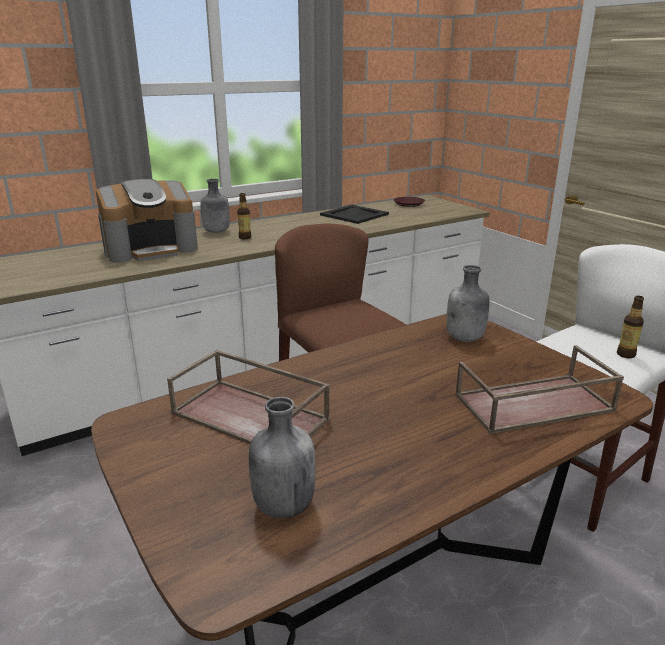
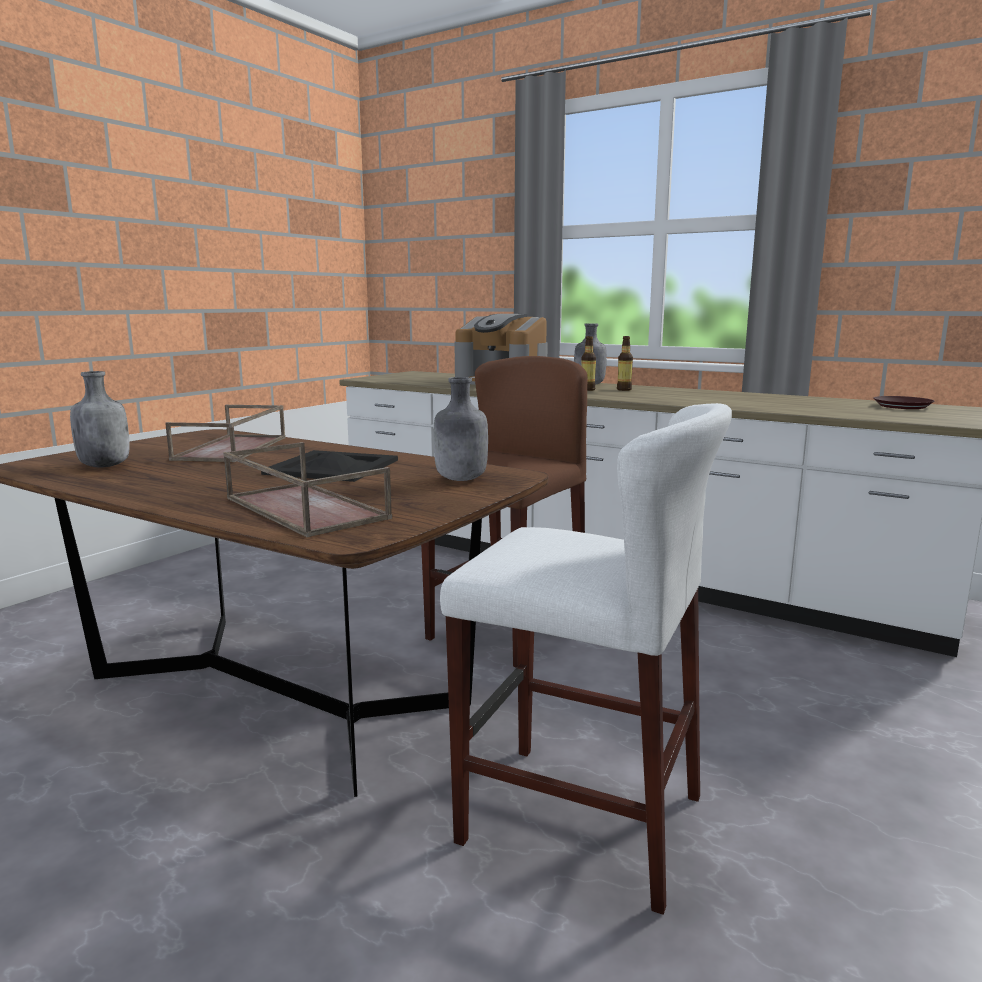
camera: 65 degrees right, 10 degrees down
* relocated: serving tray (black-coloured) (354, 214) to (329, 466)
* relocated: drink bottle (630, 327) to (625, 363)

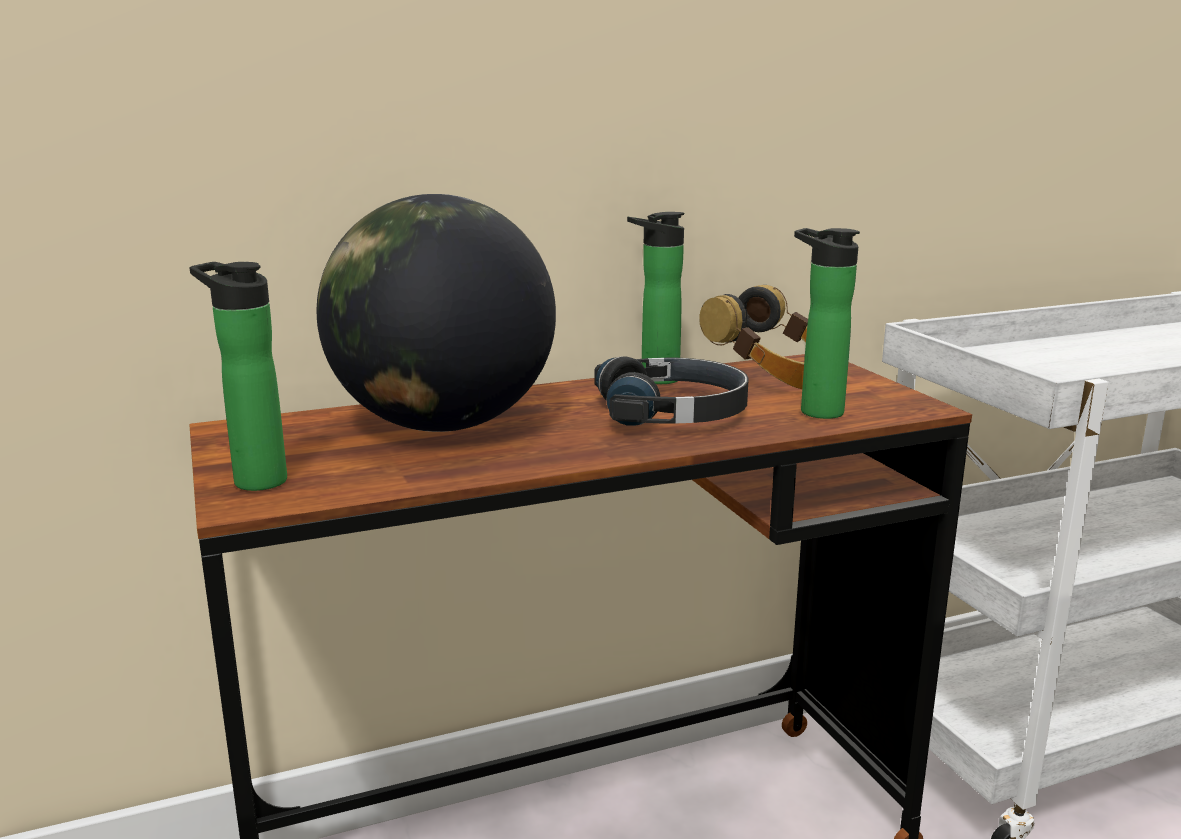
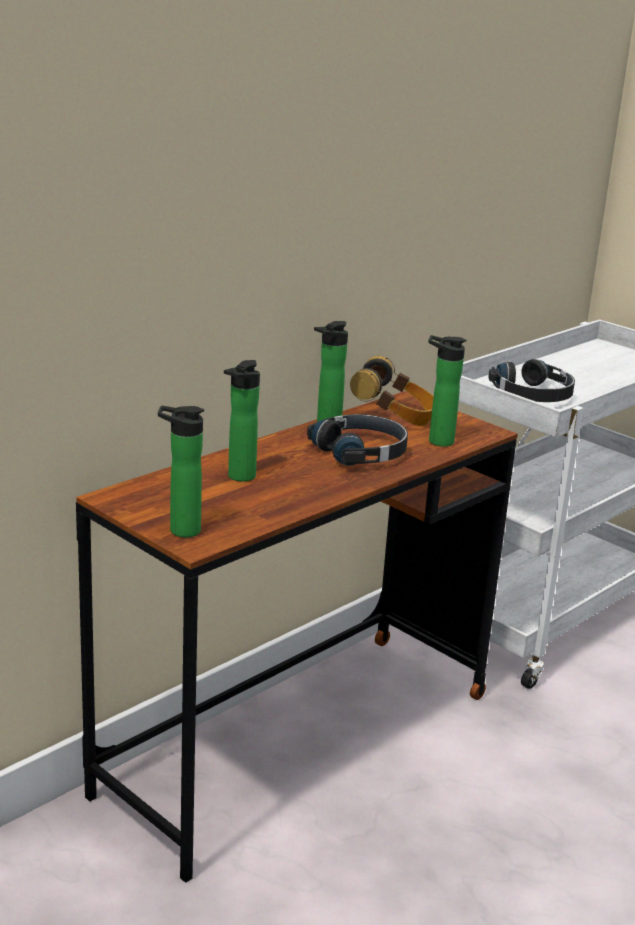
camera: 25 degrees left, 5 degrees up
* exchanged: globe (436, 313) to drink bottle (242, 421)
* appeared: pair of headphones (black-coloured) (531, 380)

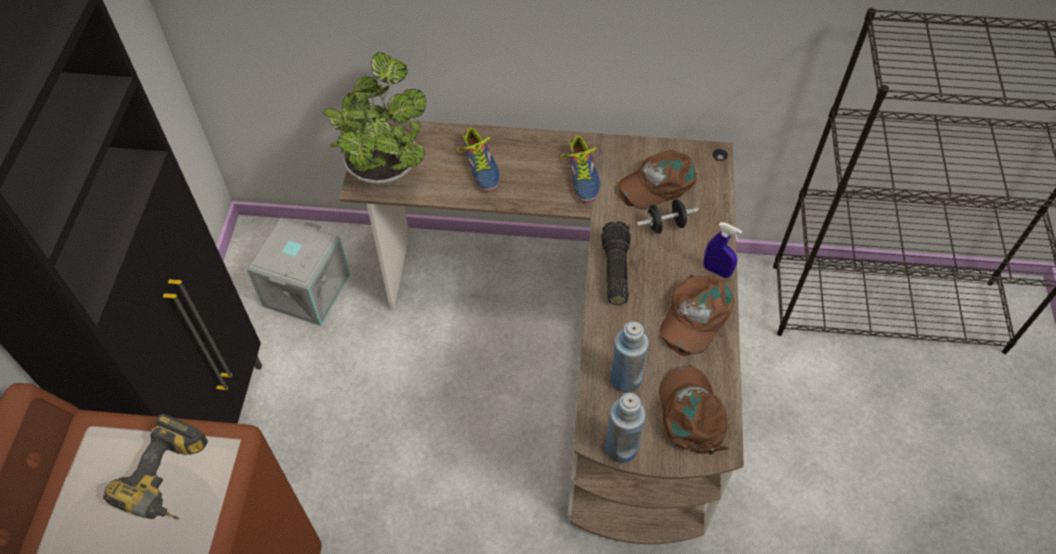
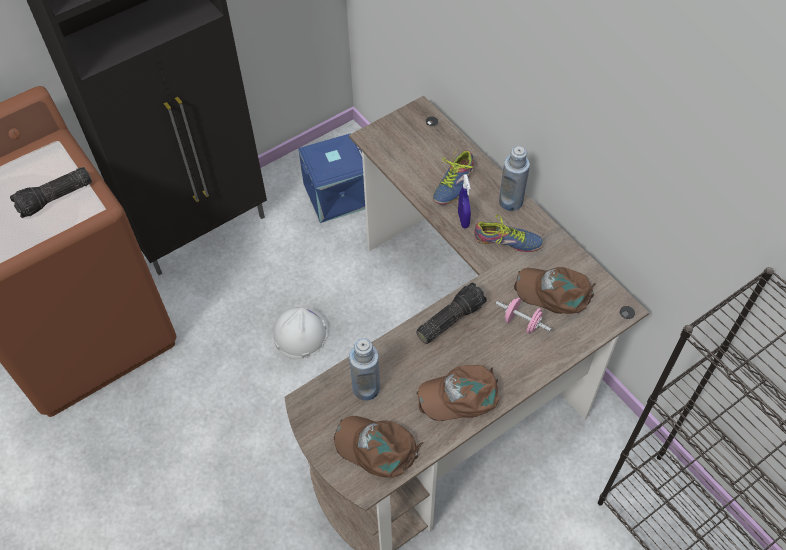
camera: 50 degrees right, 0 degrees up
* missing: potted plant (374, 119)
* spun: item of footwear (580, 168) = (508, 233) 120 degrees counterclockwise
* colour: free weight (black-coloured) (668, 216) to free weight (pink) (524, 316)
* colour: storage container (greyish) (298, 272) to storage container (blue) (331, 178)
* relocated: spray bottle (blue) (722, 250) to (464, 201)
* spun: peaked cap (brown) (694, 410) = (378, 447) 105 degrees counterclockwise
* relocated: drink bottle (blue) (625, 428) to (514, 178)
* exchanged: electric drill (155, 467) to torch (51, 192)
* appeared: safety helmet (white-coloured) (301, 333)

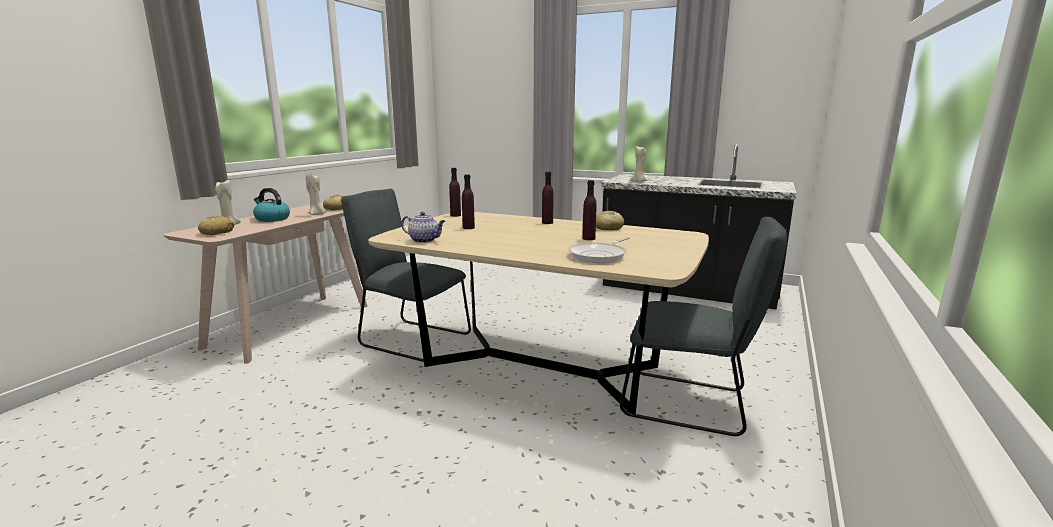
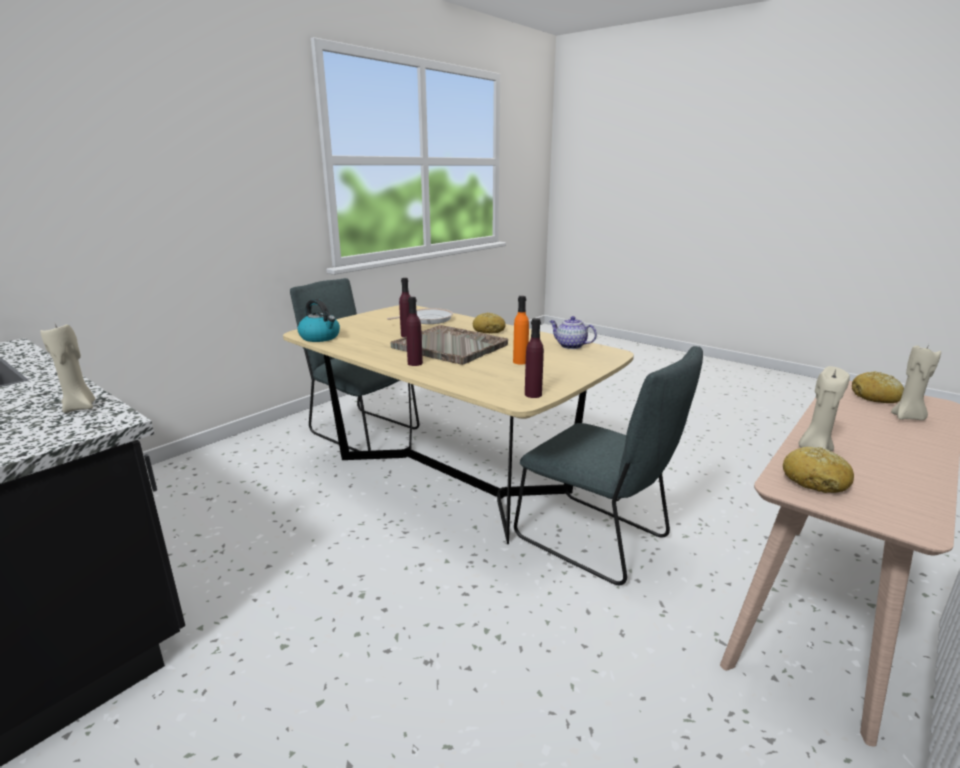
camera: 165 degrees left, 5 degrees up
* colour: drink bottle (purple) (468, 201) to drink bottle (orange) (521, 330)
* relocated: kettle (271, 205) to (318, 320)
* relocated: bread (610, 220) to (489, 322)
* appeared: serving tray (greyish) (449, 345)

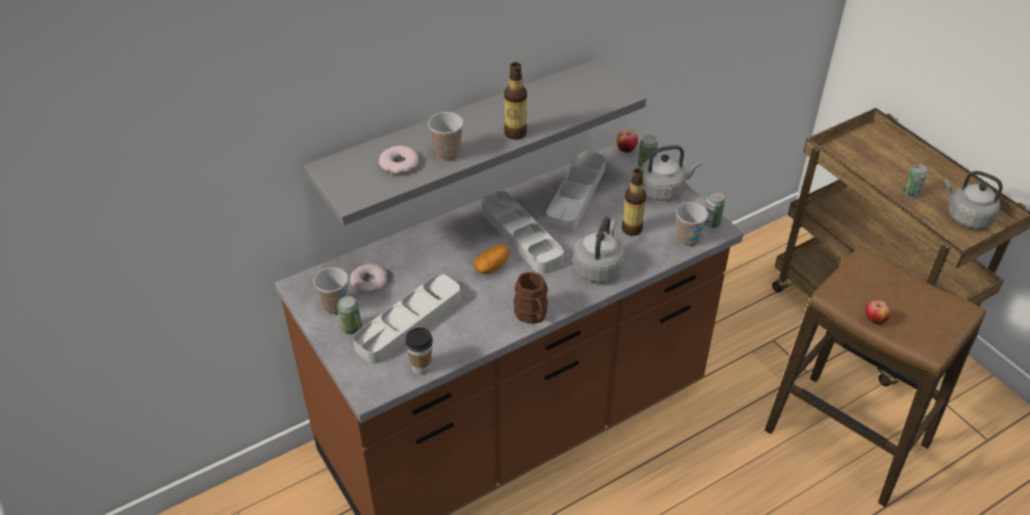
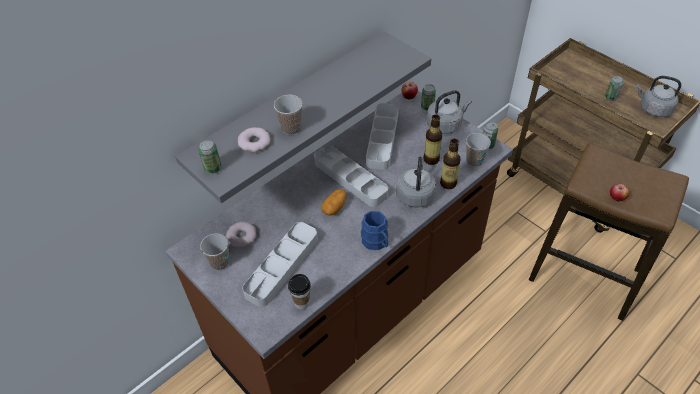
camera: 10 degrees left, 5 degrees up
* relocated: drink bottle (515, 101) to (450, 164)
* colour: coffee mug (brown) (530, 298) to coffee mug (blue) (374, 230)
* relocated: sealed can (349, 315) to (210, 156)

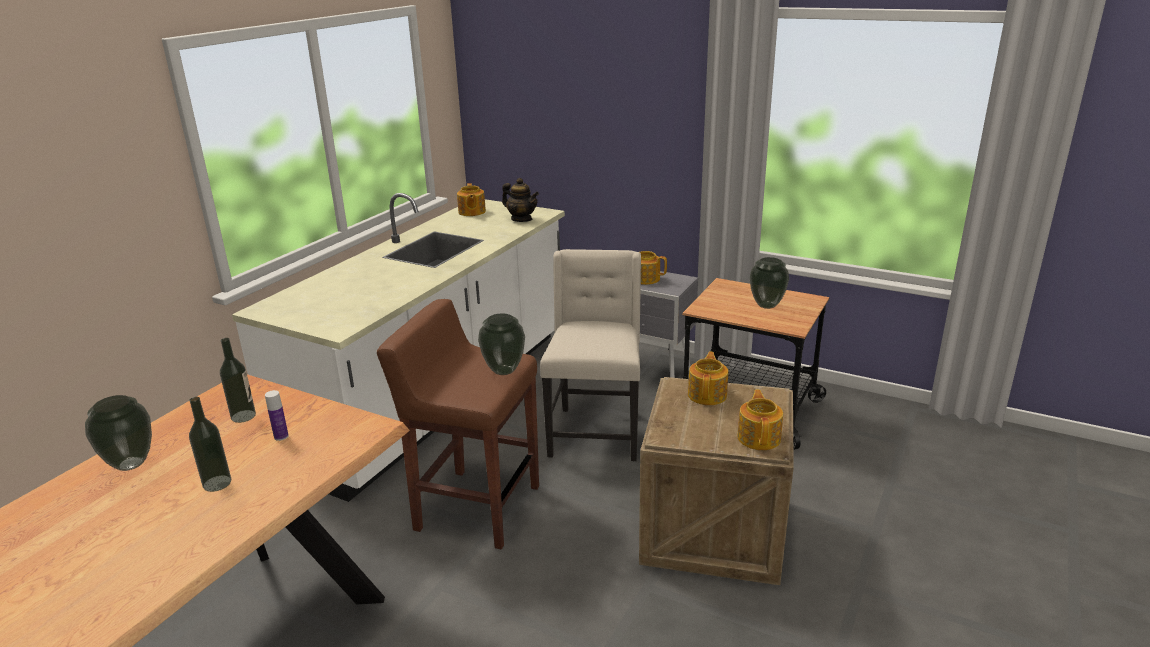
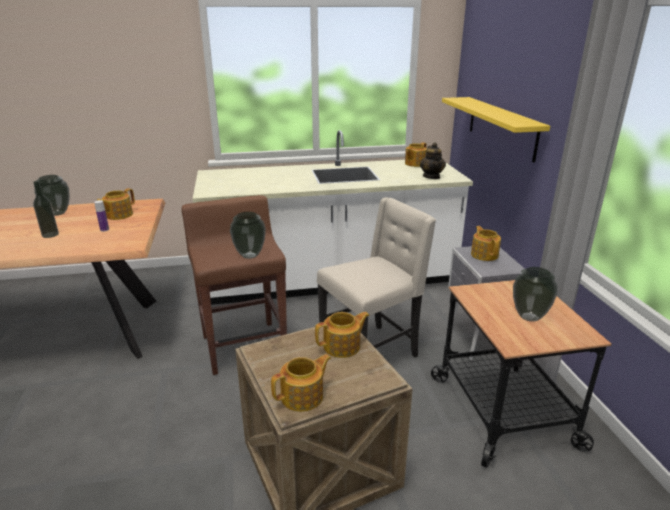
camera: 50 degrees right, 0 degrees up
* exchanged: drink bottle (238, 380) to pot for tea (115, 204)
* appeared: bracket shelf (yellow) (496, 130)

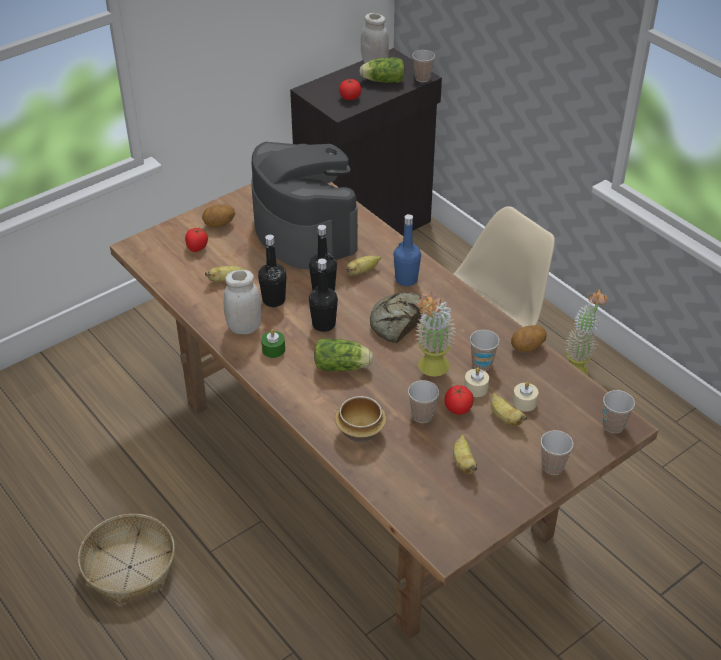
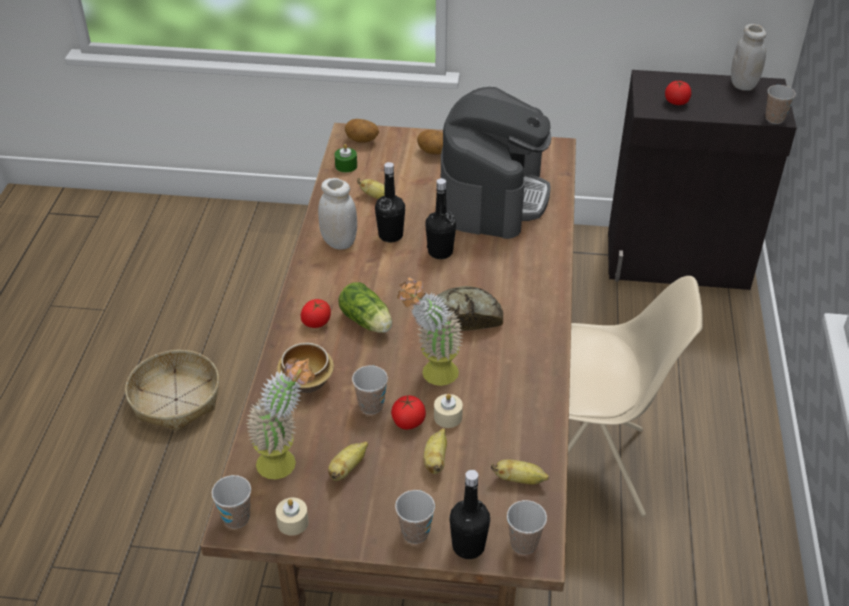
camera: 45 degrees right, 0 degrees up
* missing: head of lettuce (382, 70)
* missing: drink bottle (blue) (407, 250)
* relocated: whole tomato (196, 240) to (316, 313)
* relocated: banana fruit (363, 265) to (520, 472)
* relocated: drink bottle (black-coloured) (323, 295) to (469, 514)
* relocated: potted plant (586, 332) to (280, 418)
* relocated: potato (529, 338) to (362, 131)
* relocated: wax light (green) (273, 343) to (345, 158)
* relocated: cup (485, 350) to (231, 502)
* relocated: wax light (beige-coloured) (525, 397) to (292, 516)

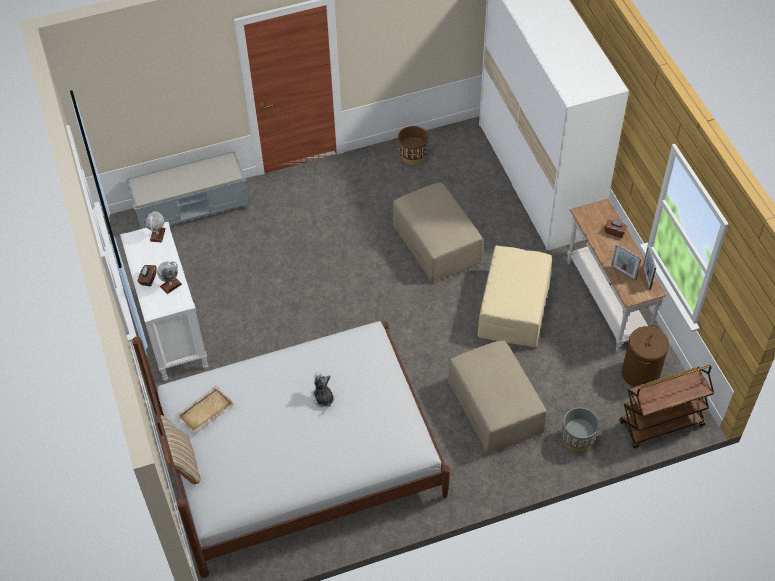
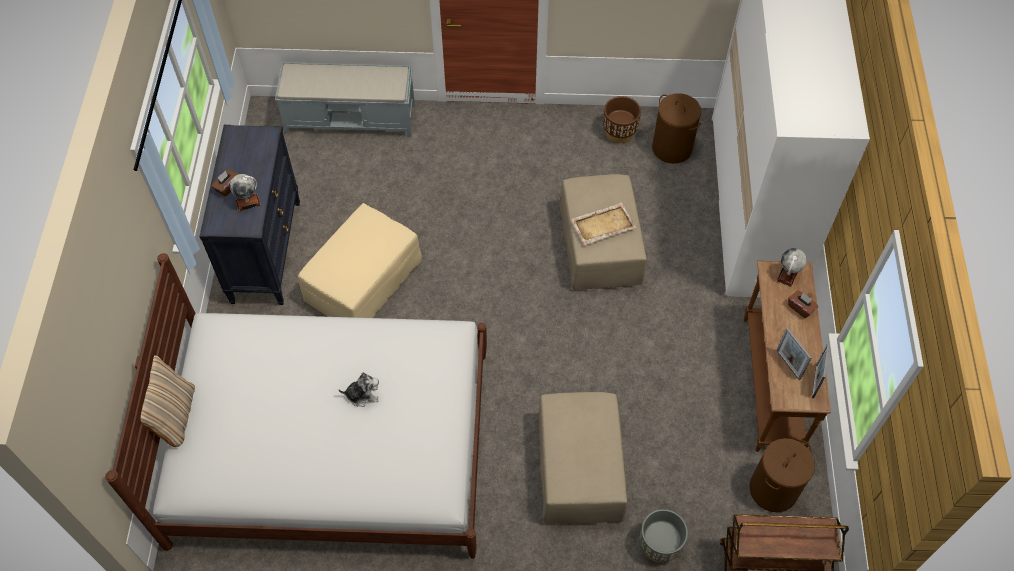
camera: 20 degrees right, 5 degrees up
* colour: narrow table (white-coloured) (616, 275) to narrow table (brown) (787, 356)
* relocated: globe (155, 226) to (792, 267)
* colour: dresser (white-coloured) (164, 301) to dresser (black-coloured) (249, 215)
* relocated: footrest (beige-coloured) (515, 296) to (360, 260)
* spun: cuddly toy (323, 390) = (359, 389) 90 degrees clockwise
* relocated: serving tray (beige-coloured) (205, 410) to (603, 223)
* appeared: laundry basket (brown) (676, 128)

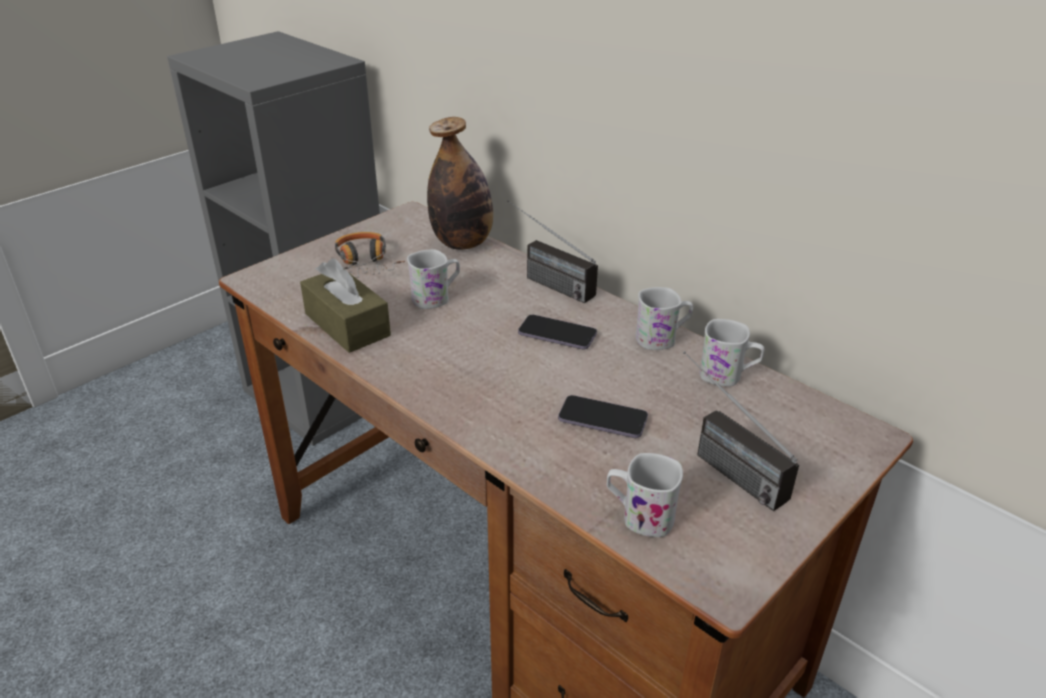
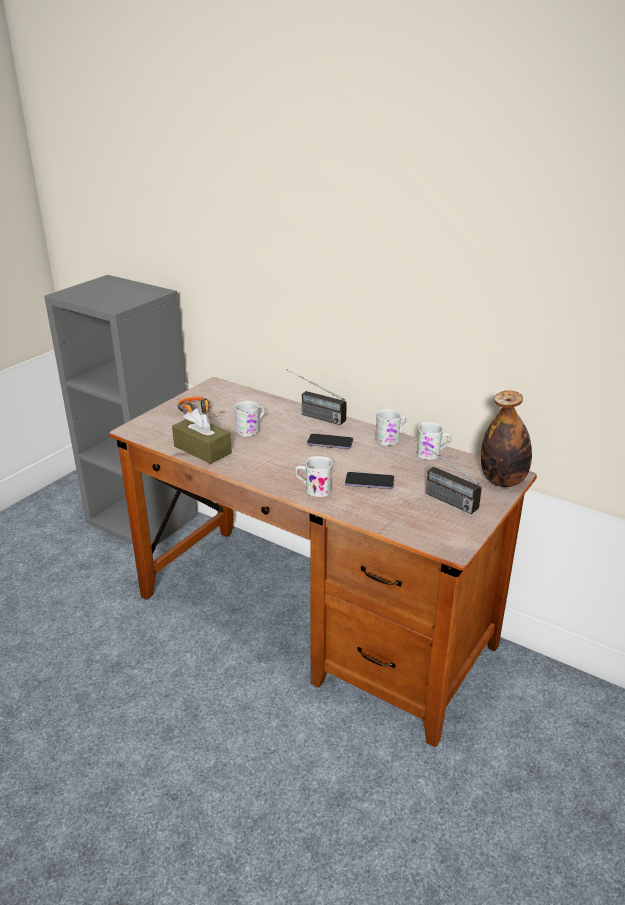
camera: 10 degrees left, 5 degrees down
* relocated: drink bottle (460, 183) to (506, 438)
* relocated: coffee mug (white-coloured) (645, 495) to (314, 476)

